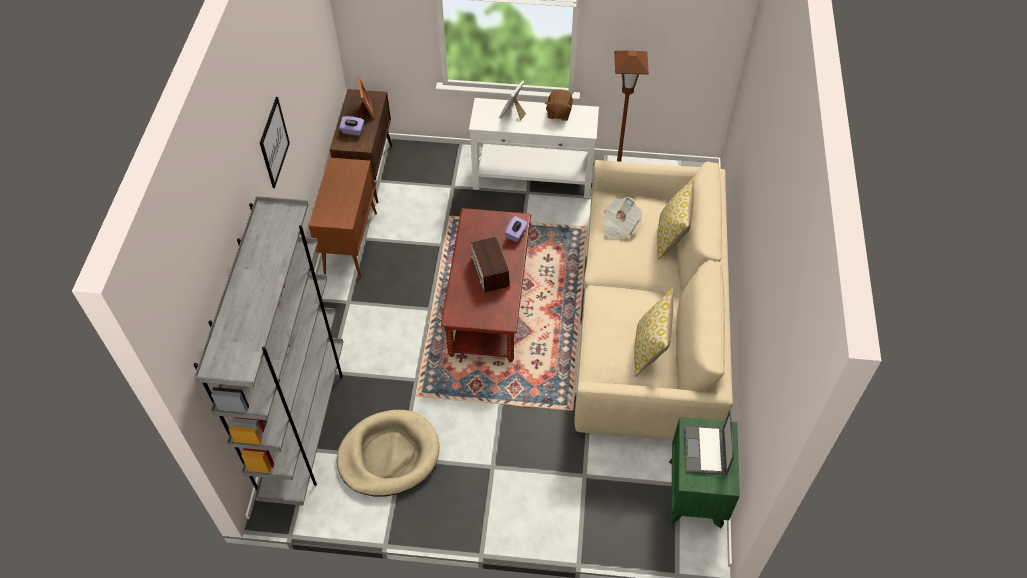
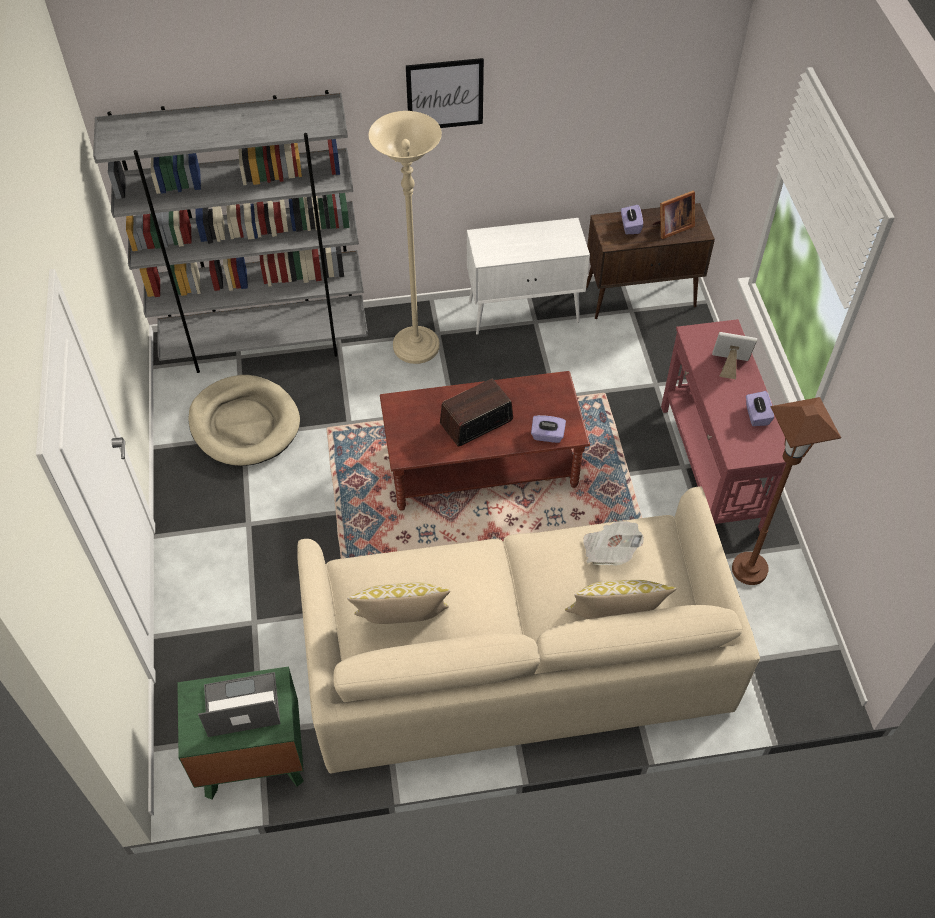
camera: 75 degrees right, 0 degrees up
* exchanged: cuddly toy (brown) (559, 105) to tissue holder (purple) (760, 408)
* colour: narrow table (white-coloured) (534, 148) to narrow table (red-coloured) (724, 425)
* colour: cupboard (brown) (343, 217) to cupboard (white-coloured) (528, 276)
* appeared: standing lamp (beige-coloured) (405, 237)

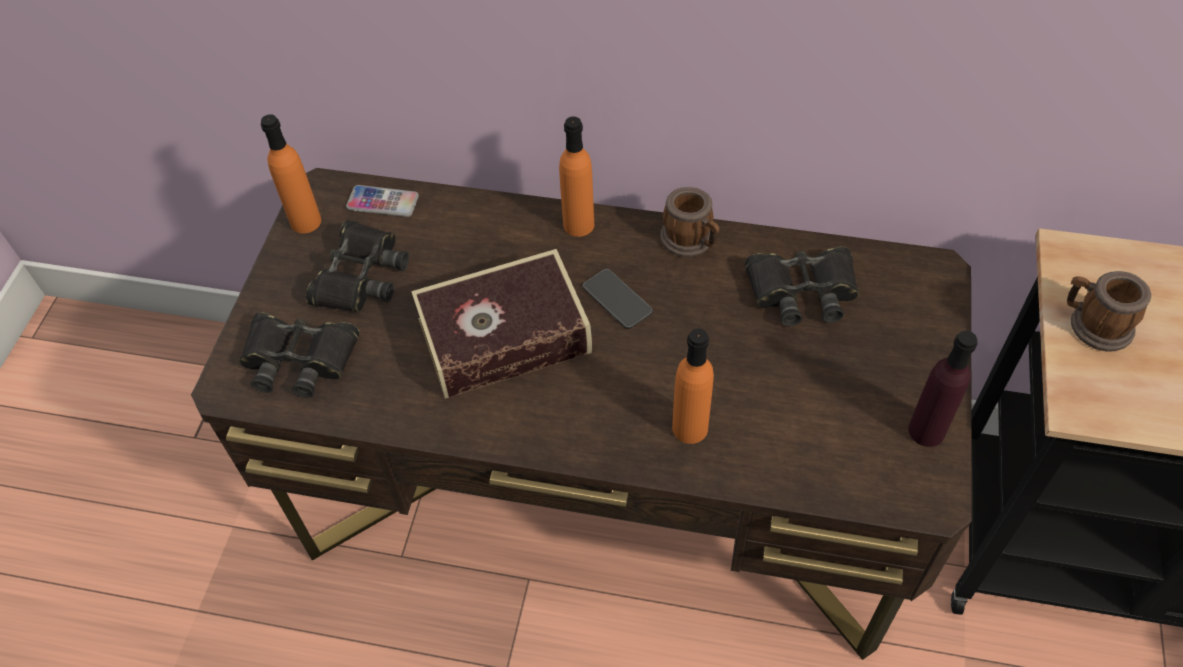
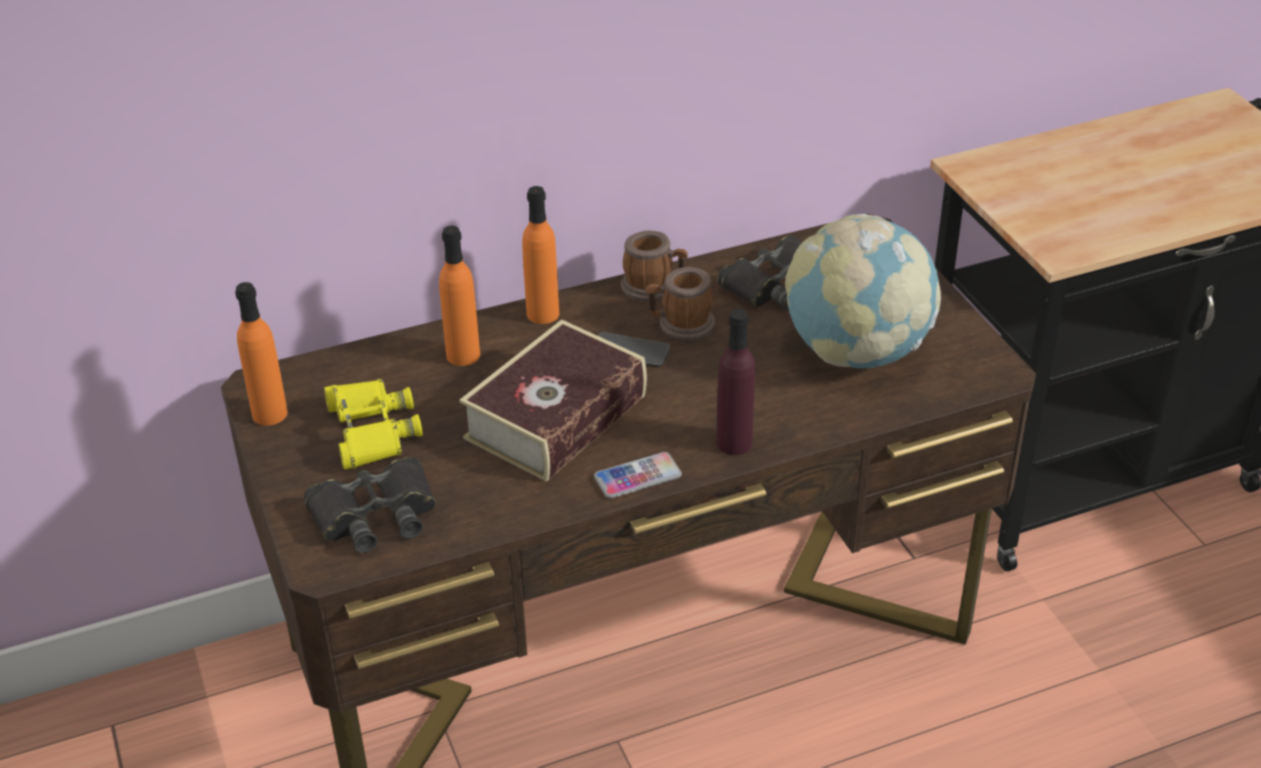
camera: 35 degrees left, 15 degrees down
* relocated: phone (382, 201) to (638, 475)
* colour: pair of binoculars (black-coloured) (357, 266) to pair of binoculars (yellow) (373, 424)
* relocated: coffee mug (1109, 311) to (680, 304)
* relocated: drink bottle (orange) (693, 386) to (459, 296)
* relocated: drink bottle (purple) (943, 389) to (735, 382)
* appeared: globe (863, 291)

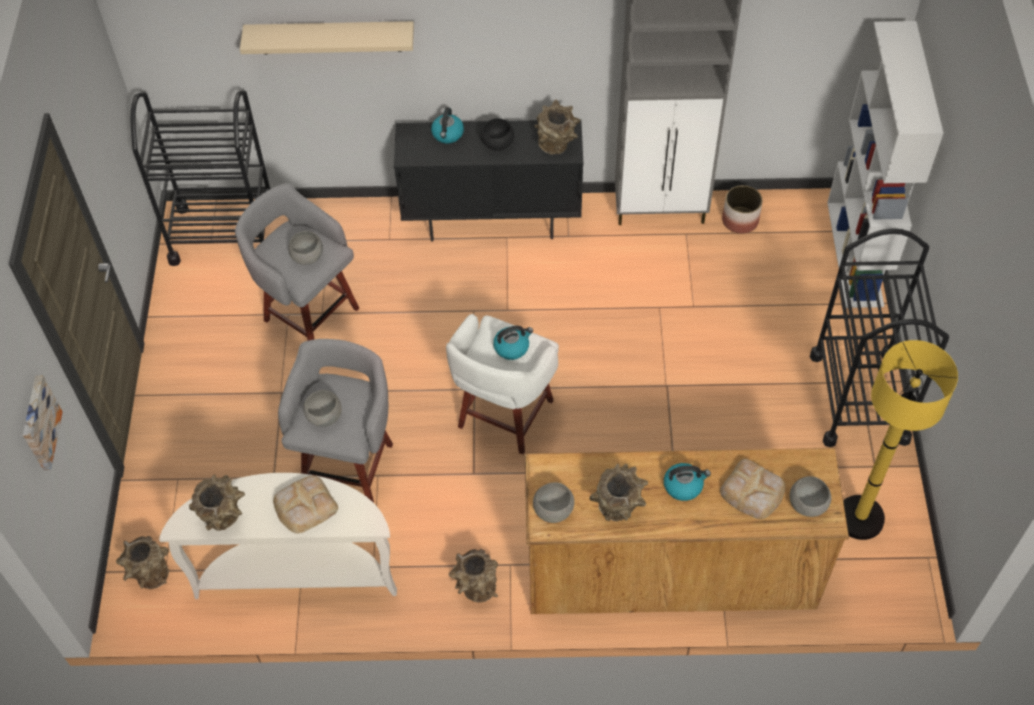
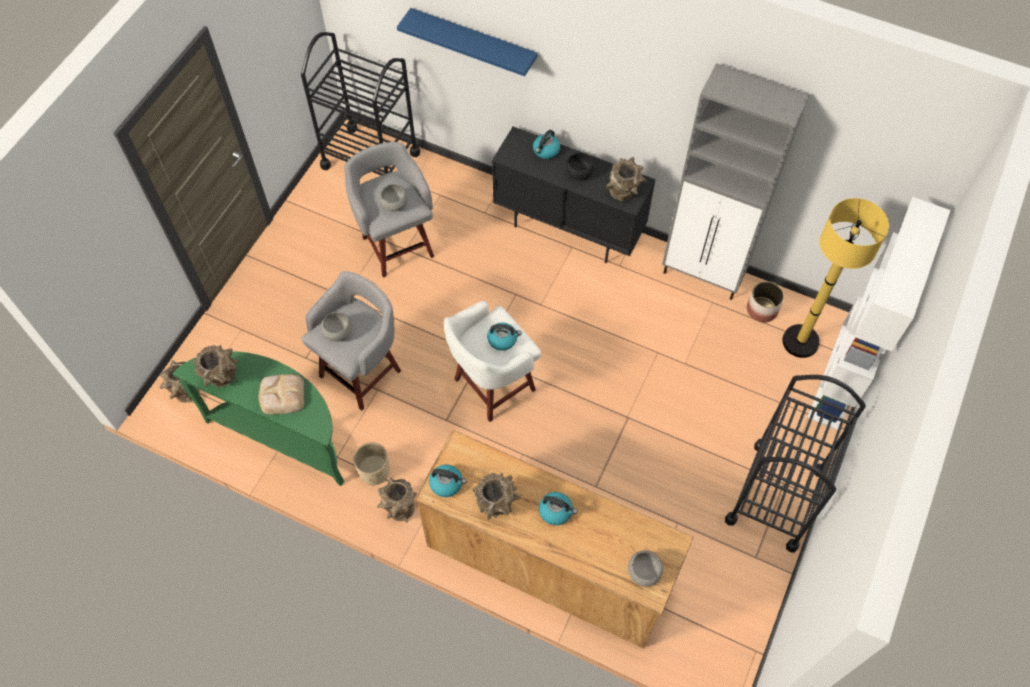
camera: 25 degrees right, 5 degrees up
* colour: bracket shelf (beige-coloured) (327, 38) to bracket shelf (blue) (467, 42)
* relocated: standing lamp (yellow) (900, 440) to (835, 278)
* missing: wall picture (42, 422)
* missing: bread (752, 489)
* colour: narrow table (white-coloured) (278, 536) to narrow table (green) (258, 418)
* exchanged: serving bowl (greyish) (553, 502) to kettle (448, 481)
* appeared: plant pot (beige-coloured) (371, 463)

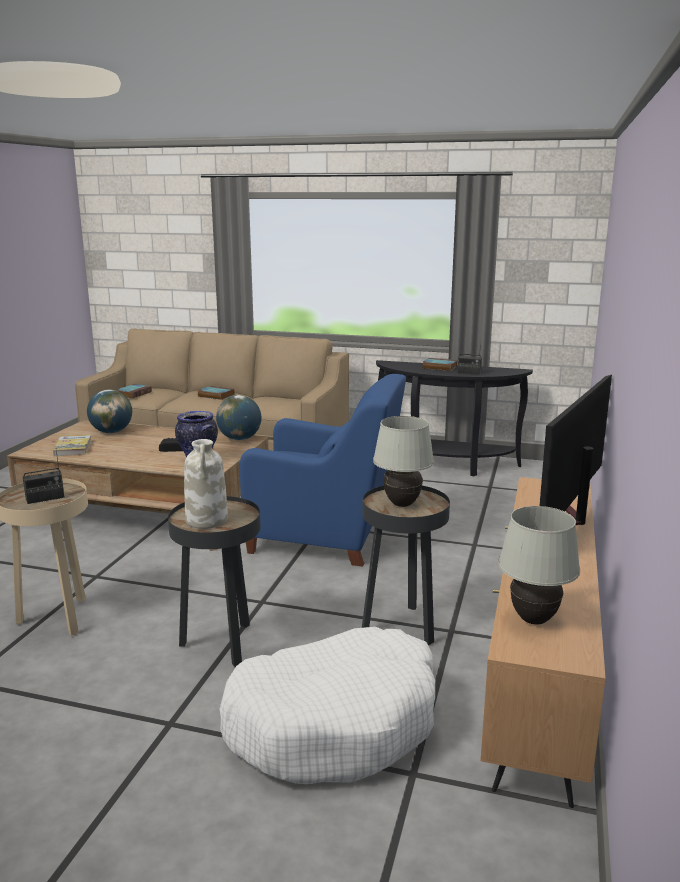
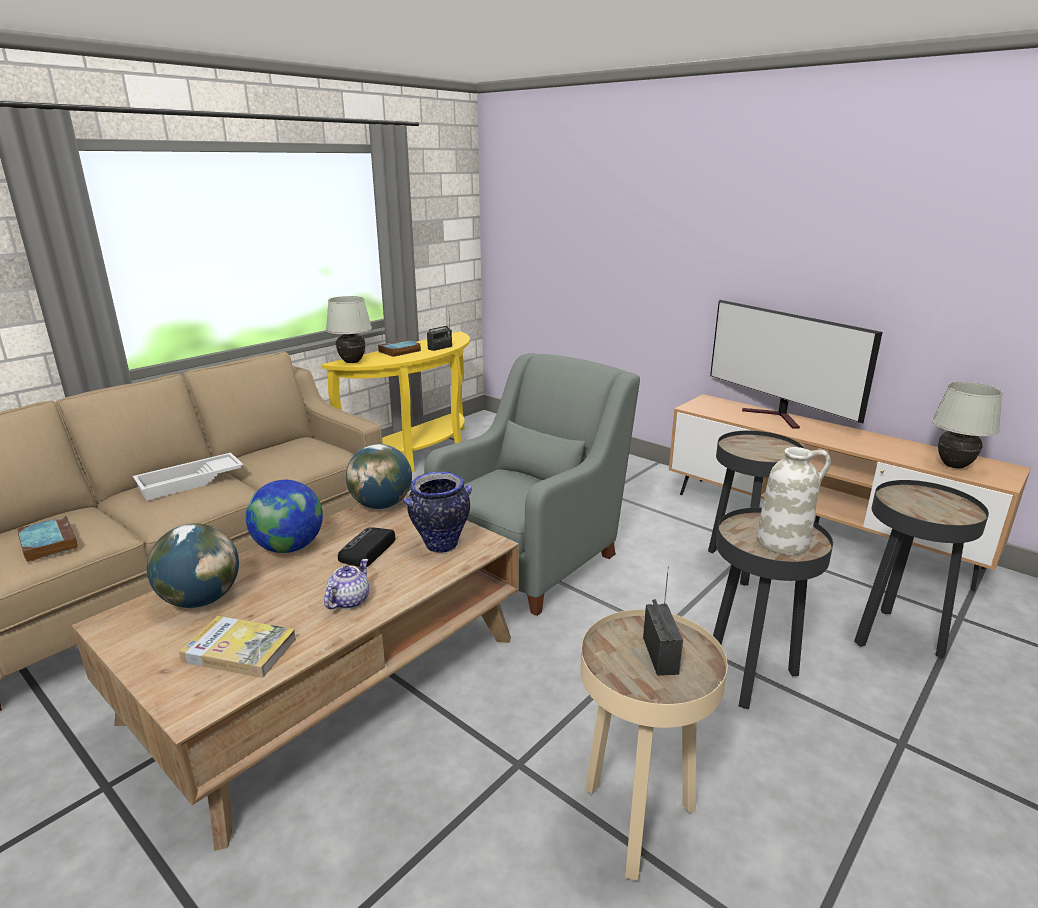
camera: 65 degrees left, 5 degrees up
* colour: narrow table (black-coloured) (454, 418) to narrow table (yellow) (396, 401)
* colour: armchair (blue) (323, 470) to armchair (greyish) (532, 484)
* exchanged: volume (216, 393) to serving tray (white-coloured) (188, 477)
* relocated: tabletop lamp (white-coloured) (403, 461) to (349, 329)
* exchanged: pet bed (white-coloured) (327, 705) to end table (black-coloured) (921, 569)
* appeared: globe (284, 516)
* appeared: pot for tea (346, 584)

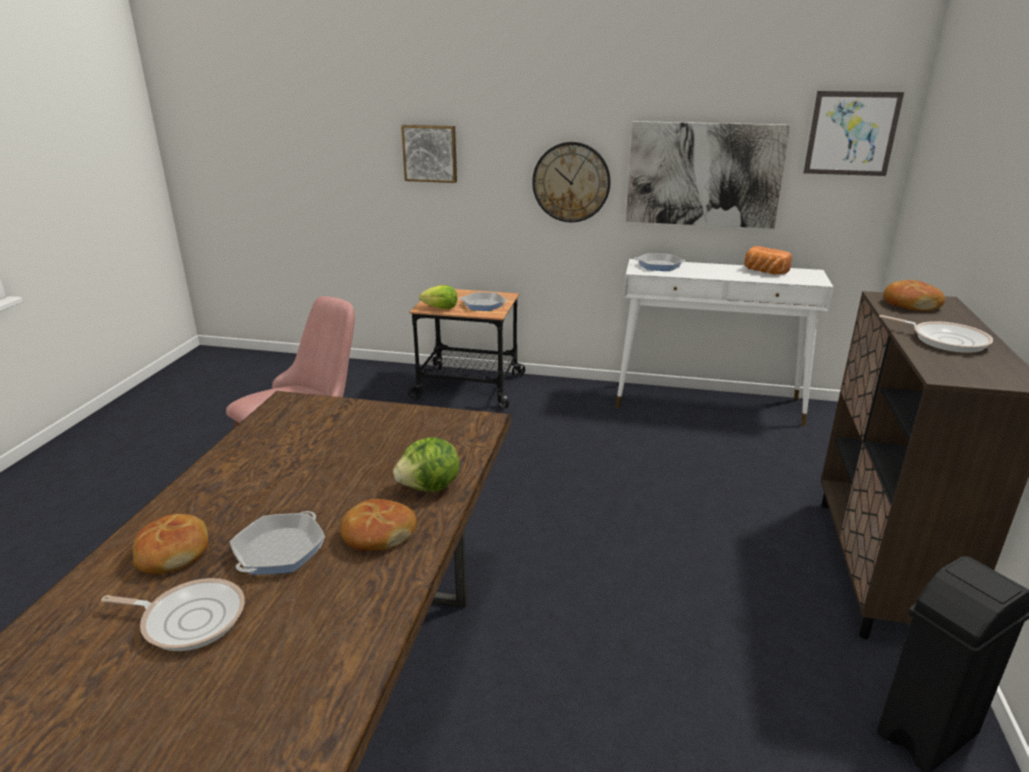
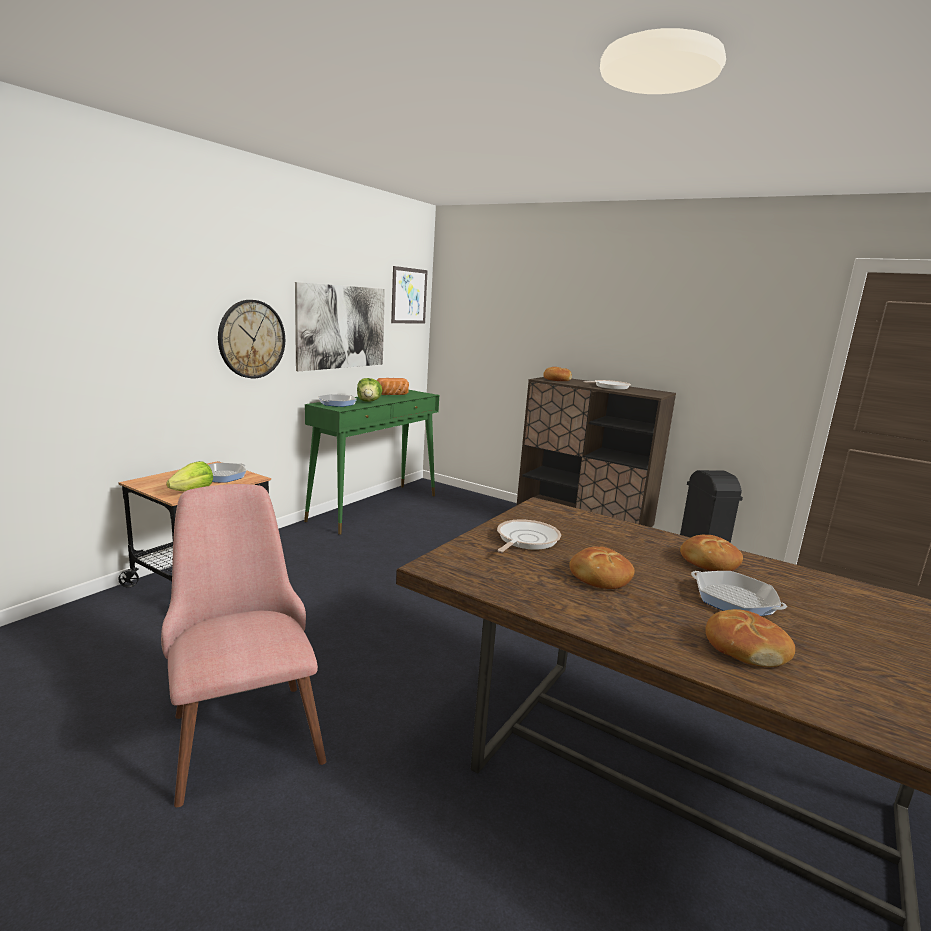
camera: 70 degrees left, 10 degrees down
* missing: wall picture (429, 154)
* colour: narrow table (white-coloured) (724, 342) to narrow table (green) (371, 462)
* relocated: head of lettuce (426, 464) to (369, 390)
* relocated: skillet (173, 614) to (529, 536)
* appeared: bread (601, 568)

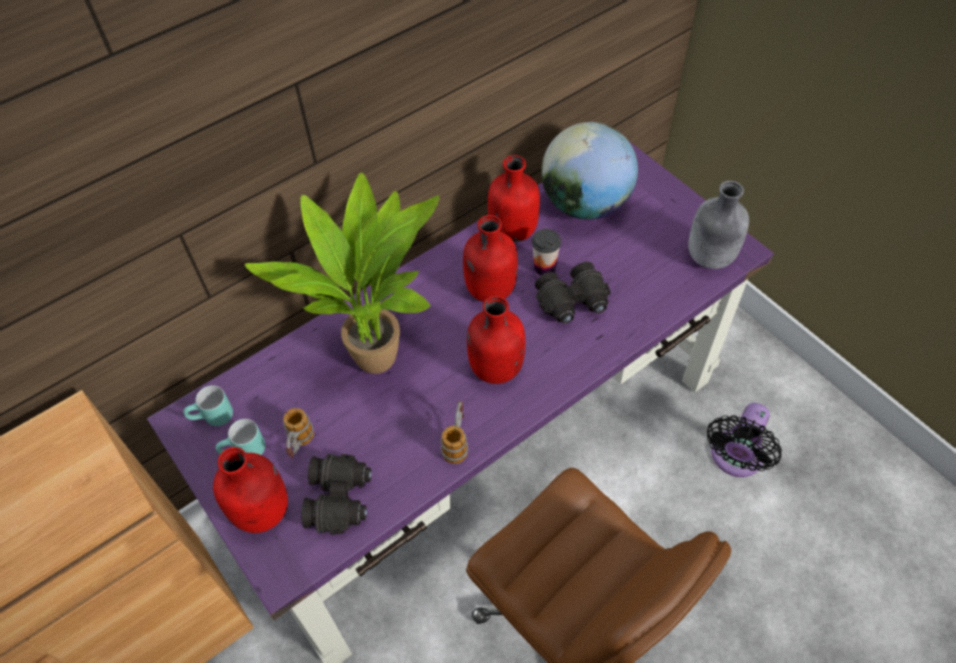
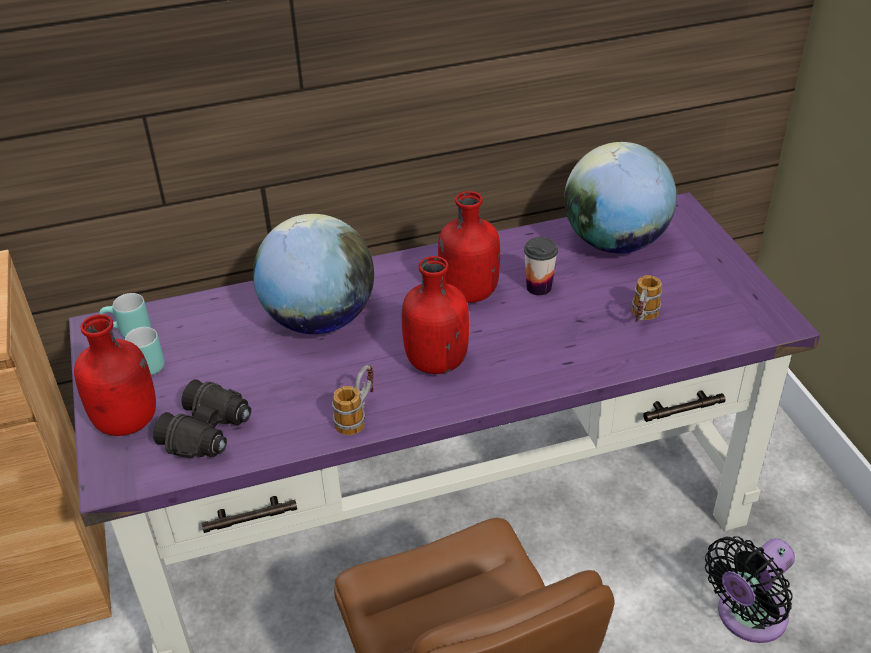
camera: 20 degrees right, 15 degrees down
* missing: drink bottle (red-coloured) (514, 198)
* exchanged: potted plant (342, 273) to globe (313, 274)
* missing: drink bottle (greyish) (718, 225)
* missing: pair of binoculars (black-coloured) (573, 293)
* relocated: coffee mug (298, 433) to (647, 298)

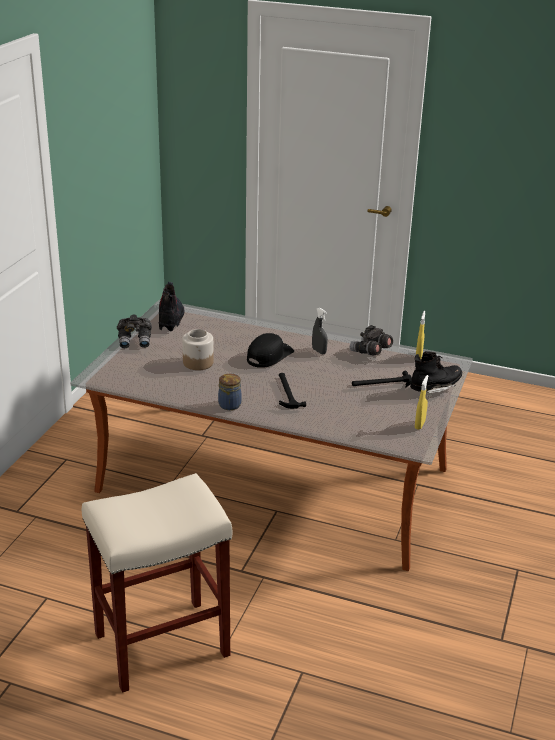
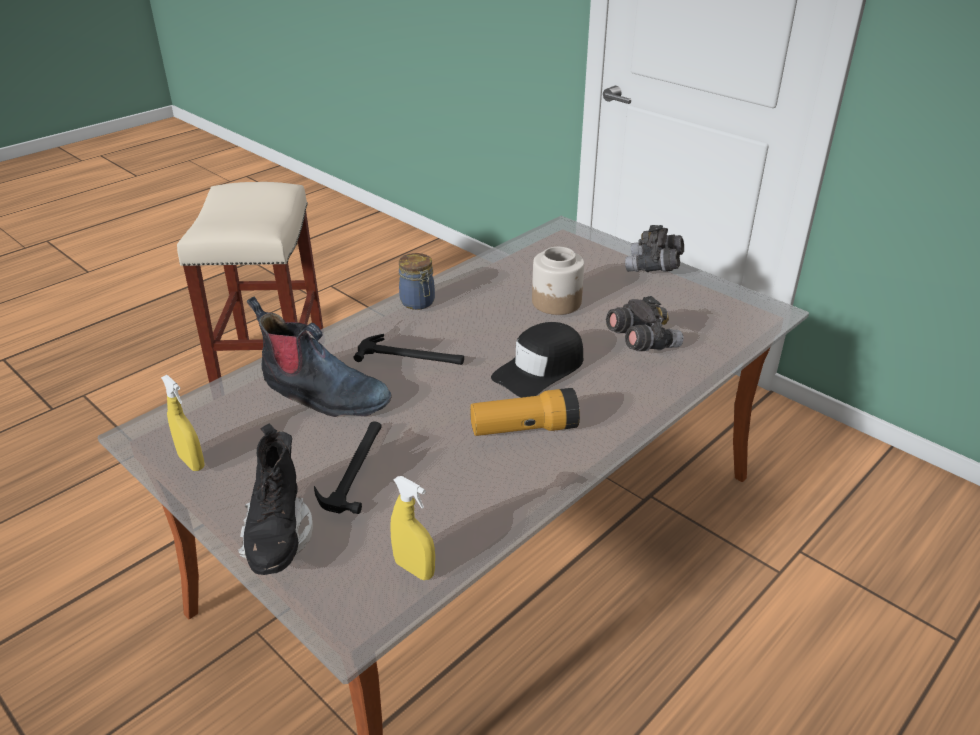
camera: 115 degrees right, 5 degrees up
* relocated: high-top boot (171, 306) to (319, 357)
* exchanged: spray bottle (greyish) (320, 331) to torch (525, 412)
* relocated: pair of binoculars (greyish) (371, 340) to (645, 323)
* spun: peaked cap (black-coloured) (270, 350) = (537, 360) 75 degrees clockwise

